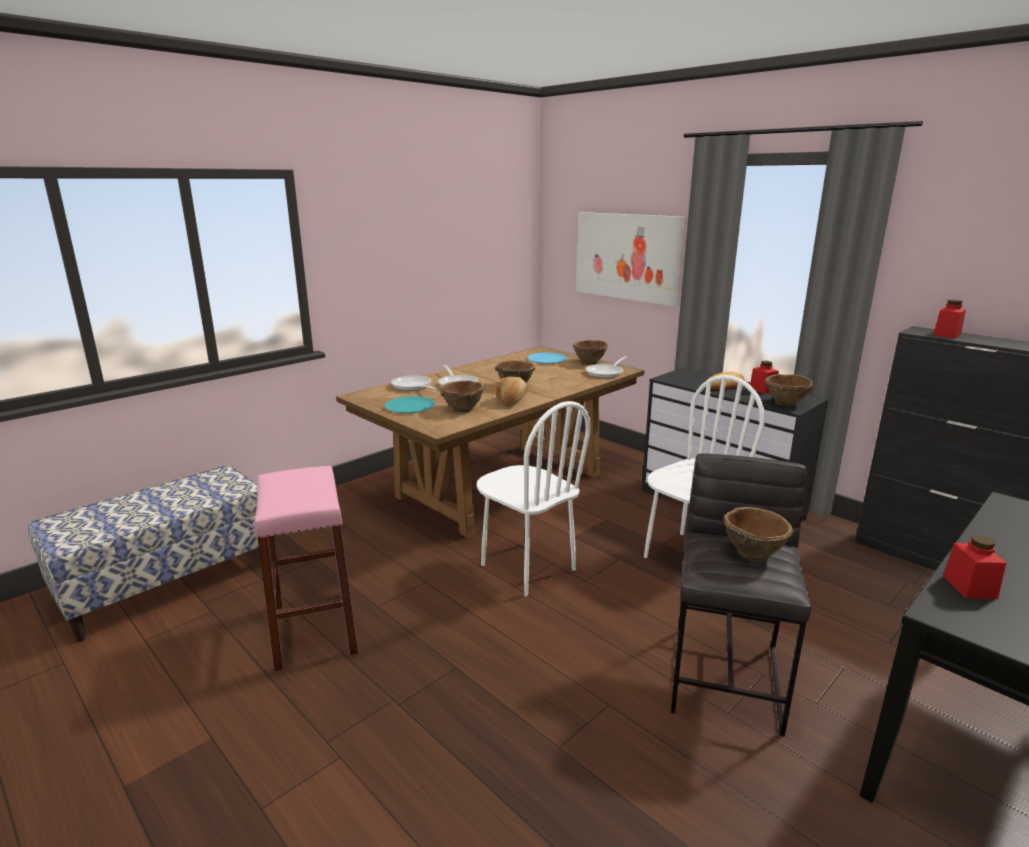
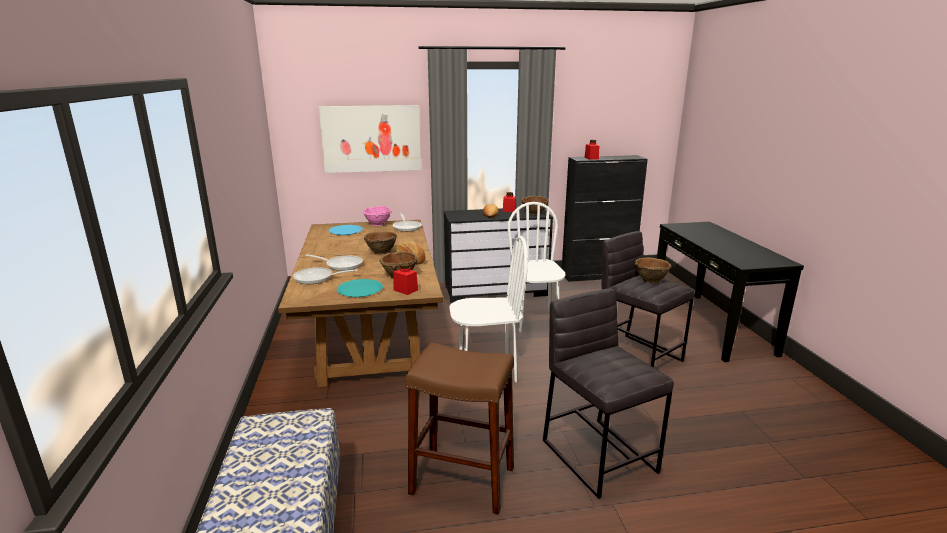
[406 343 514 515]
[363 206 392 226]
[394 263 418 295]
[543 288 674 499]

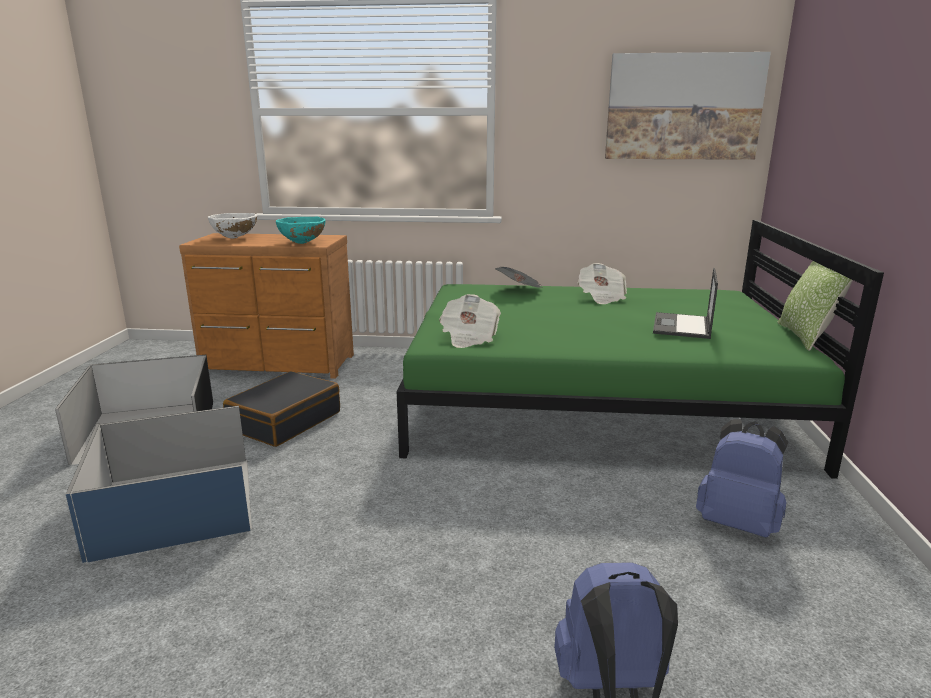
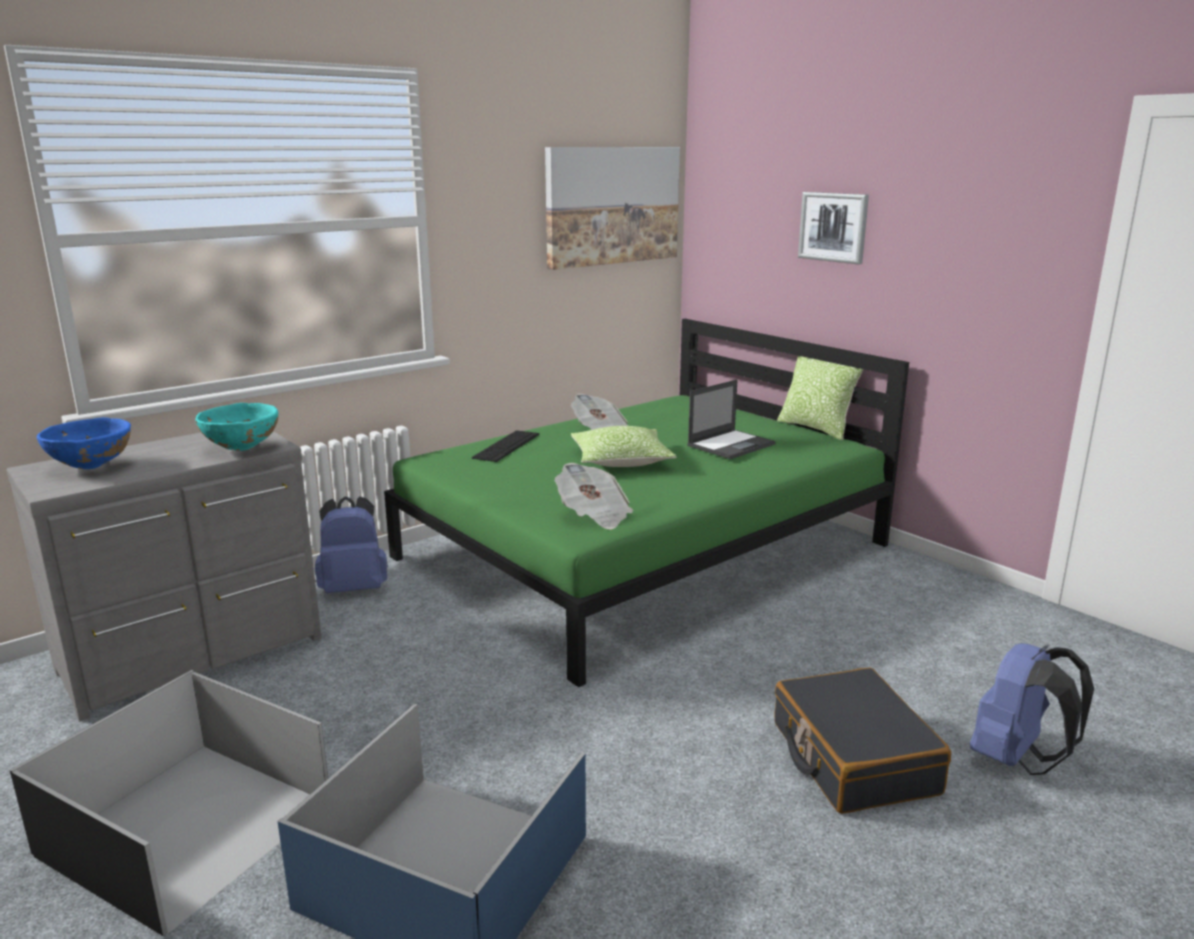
[7 431 322 721]
[37 417 131 469]
[775 668 951 814]
[472 430 539 462]
[687 380 776 459]
[315 496 388 593]
[571 426 676 467]
[798 192 869 265]

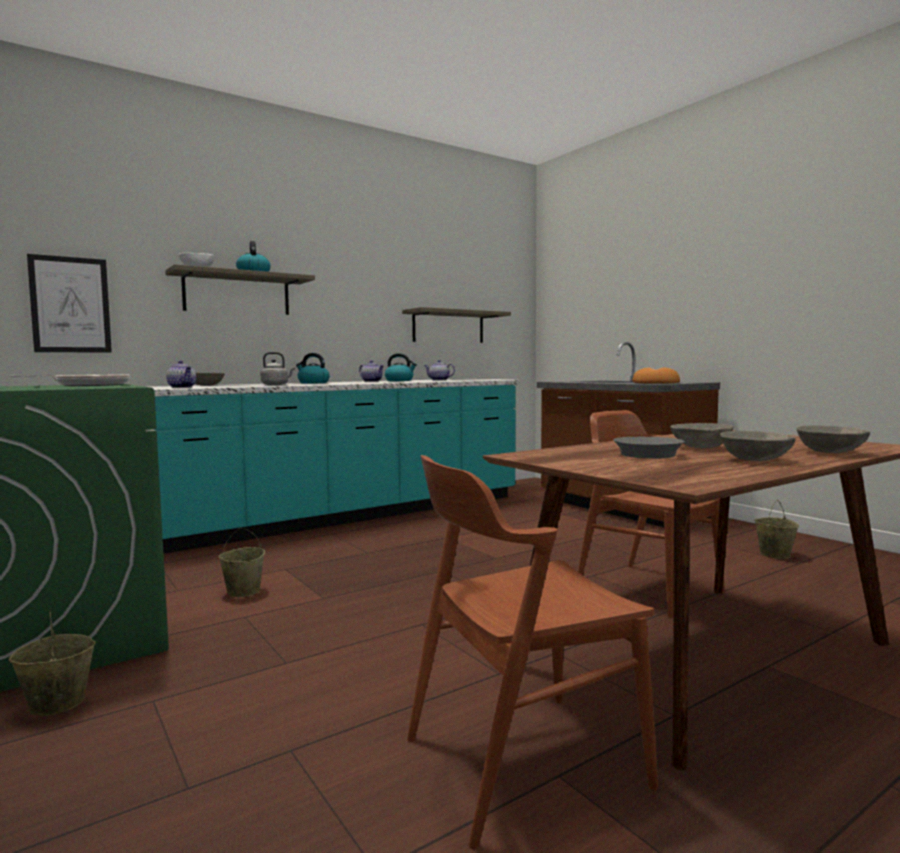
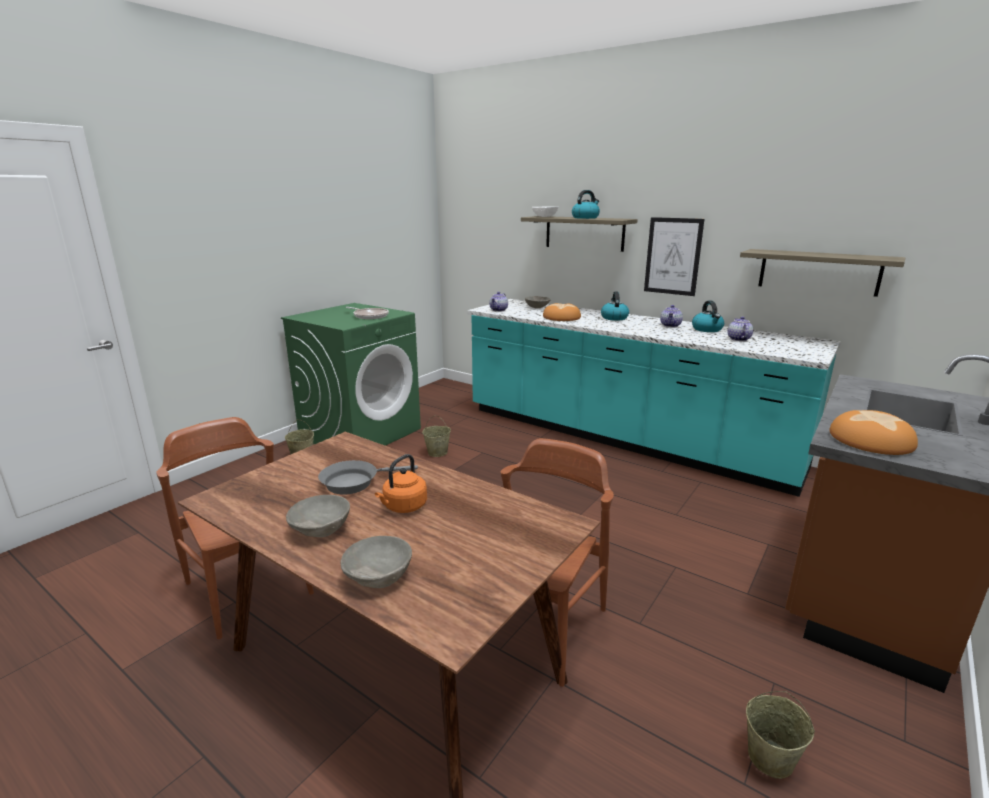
[644 217 704 296]
[543 303 581 321]
[375 454 427 513]

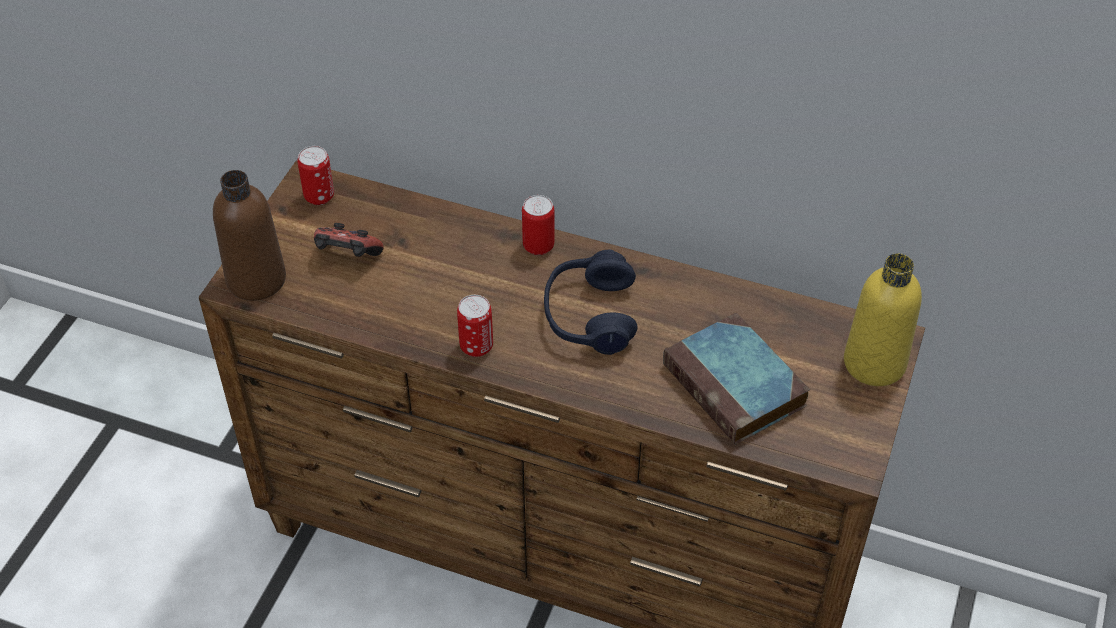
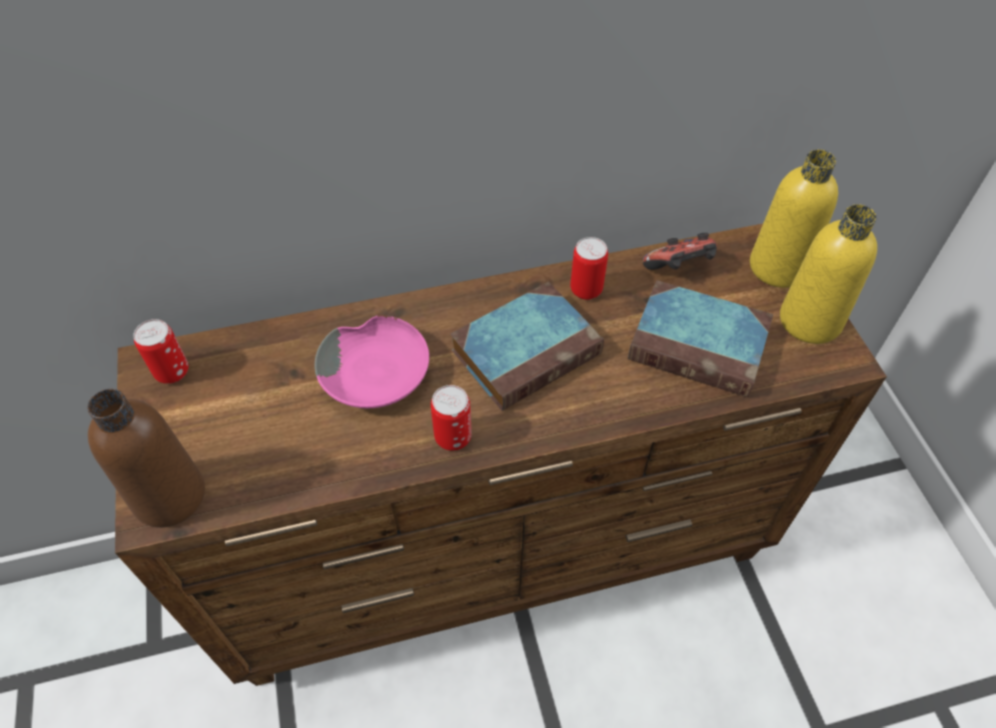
[643 233 717 270]
[570 237 608 300]
[450 282 604 411]
[314 315 429 408]
[780 204 877 344]

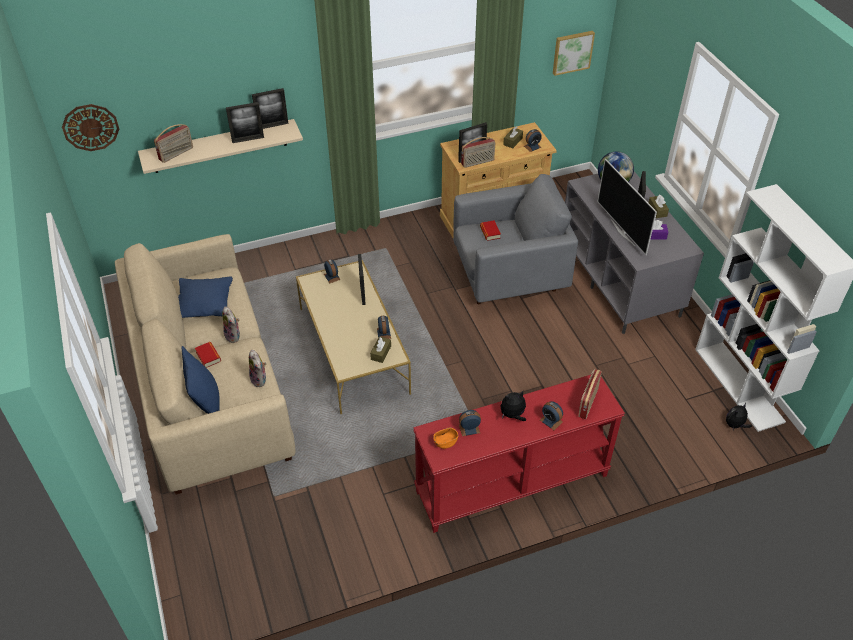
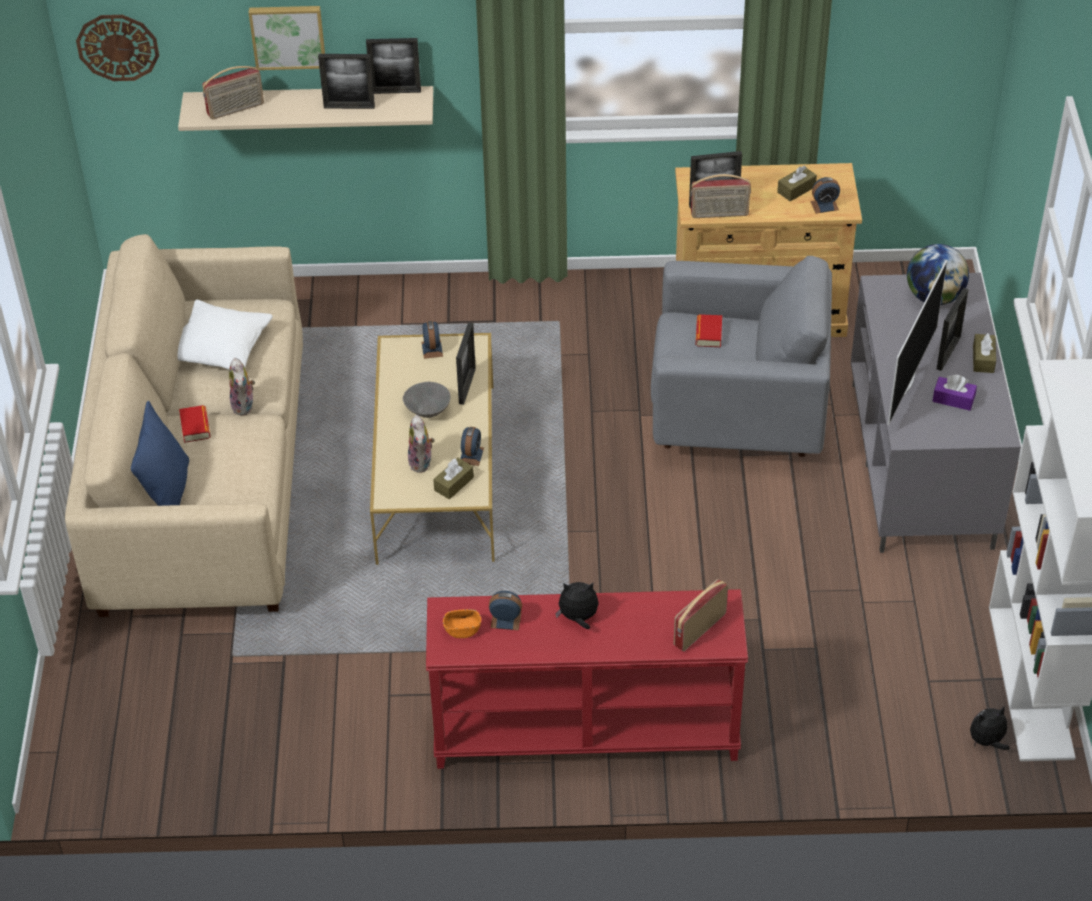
[178 300 273 370]
[408 415 435 473]
[540 401 563 430] (first image)
[249 6 325 70]
[888 260 947 425]
[403 382 451 418]

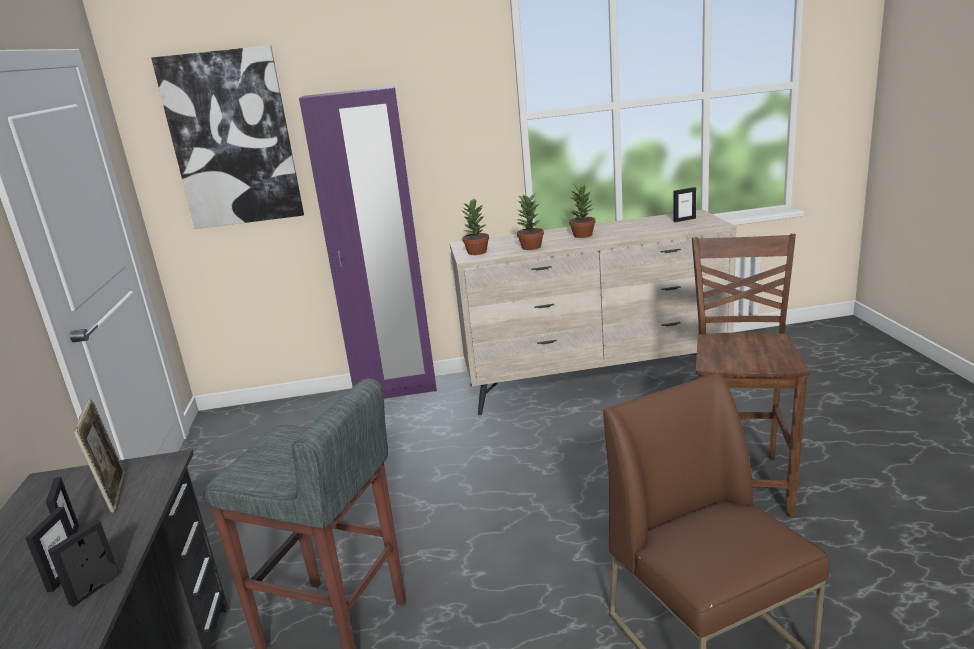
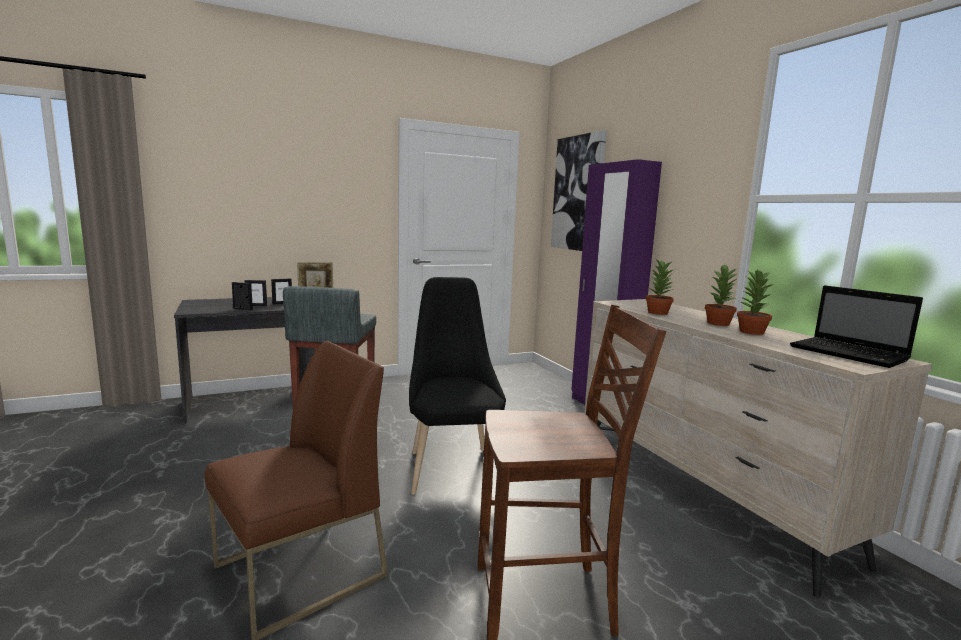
[737 269 774 335]
[790 285 923 368]
[409 277 506 495]

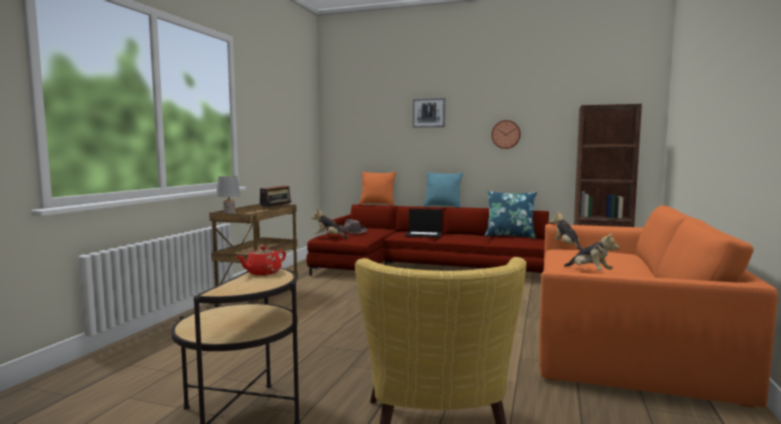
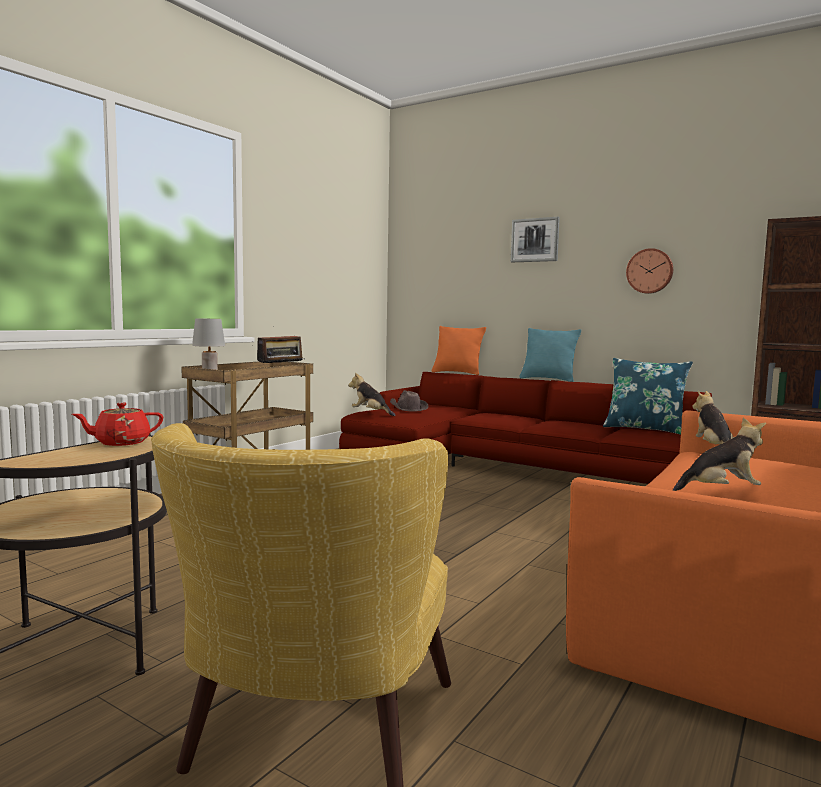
[405 209 442 238] (first image)
[673 418 766 491]

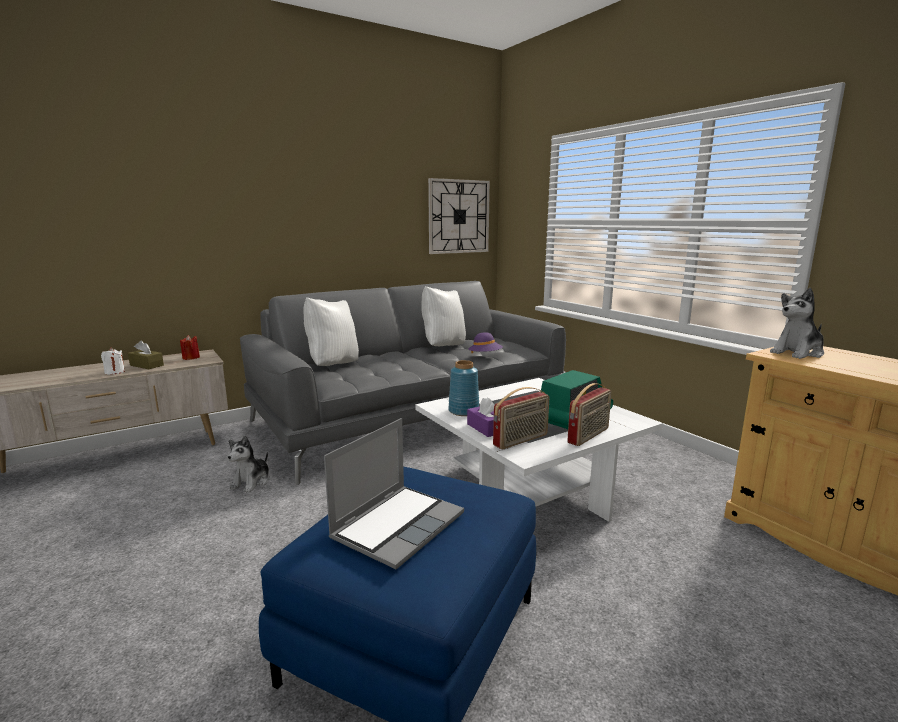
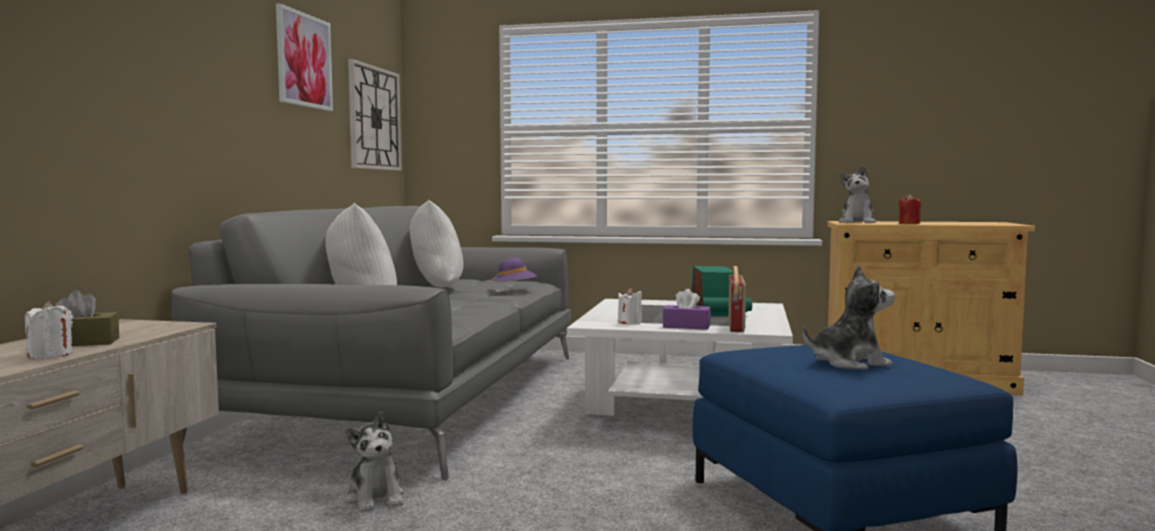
[899 194 921 224]
[803 265 895 370]
[618 288 642 324]
[567 383 612 446] (first image)
[276 3 333 111]

